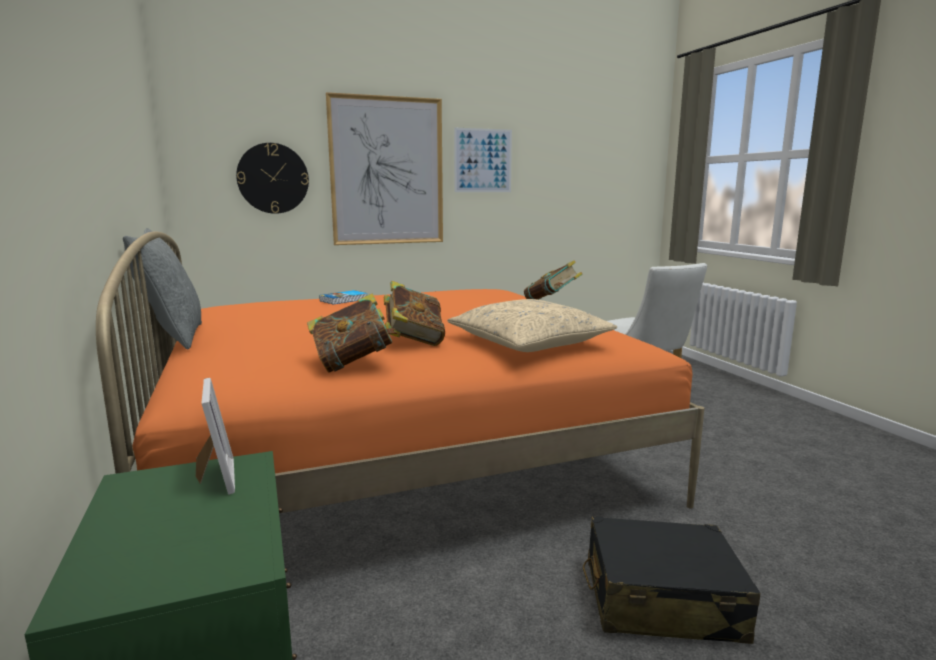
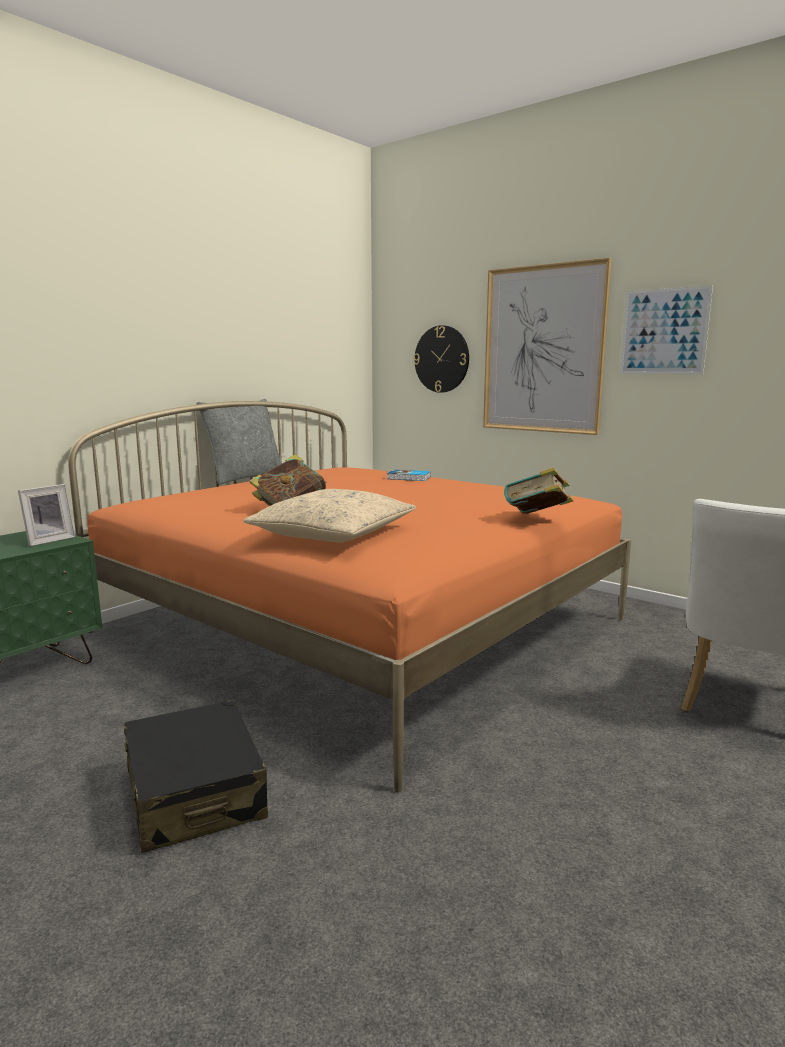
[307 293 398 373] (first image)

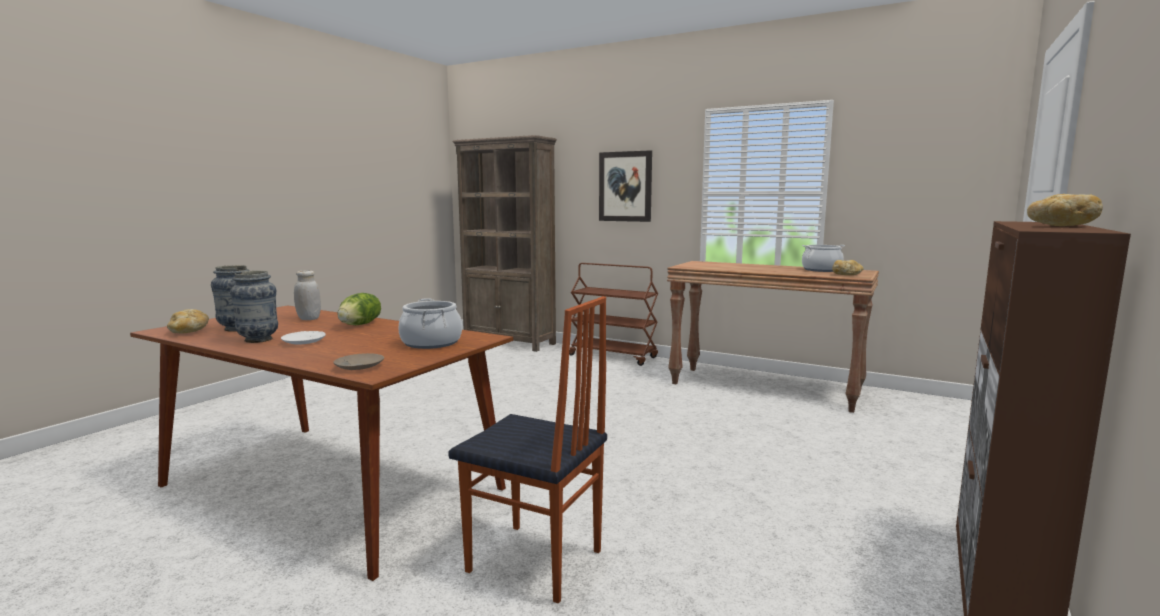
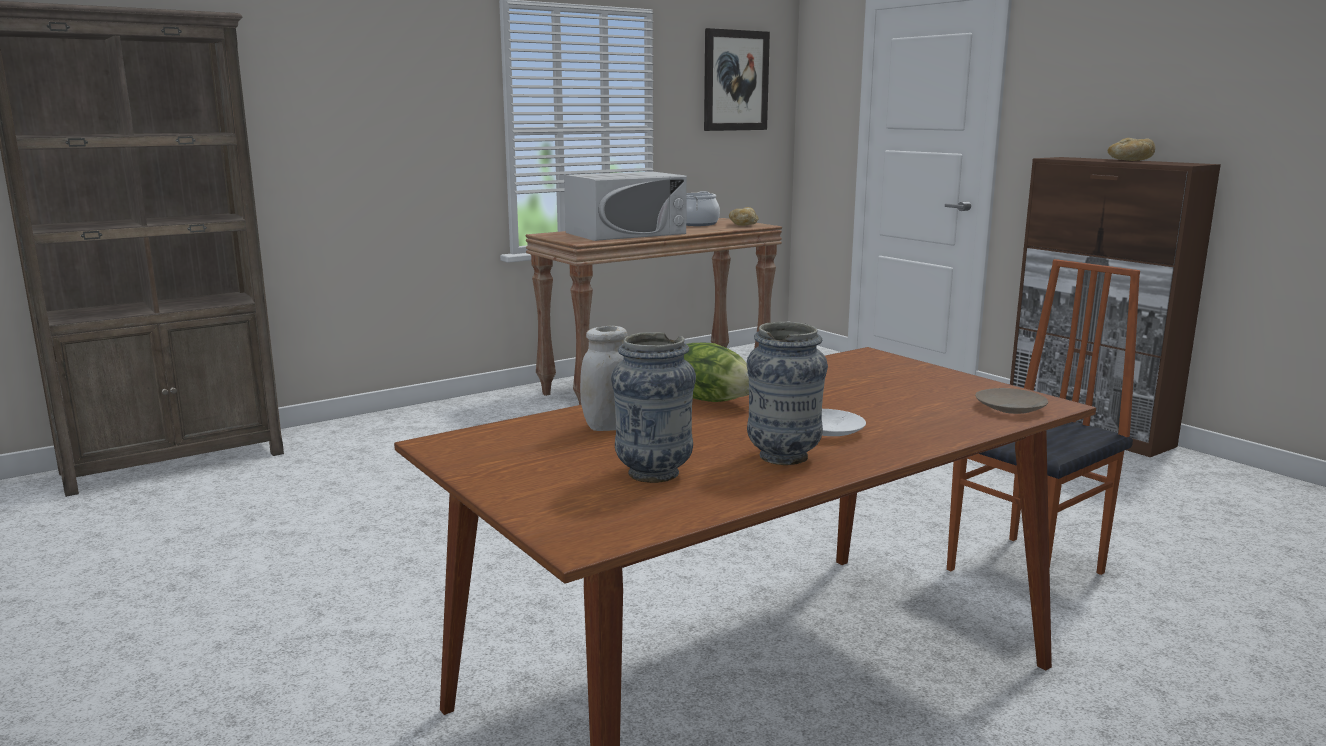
[167 309 209 333] (first image)
[398 298 462 349] (first image)
[569 263 658 366] (first image)
[704 28 770 131]
[564 172 687 241]

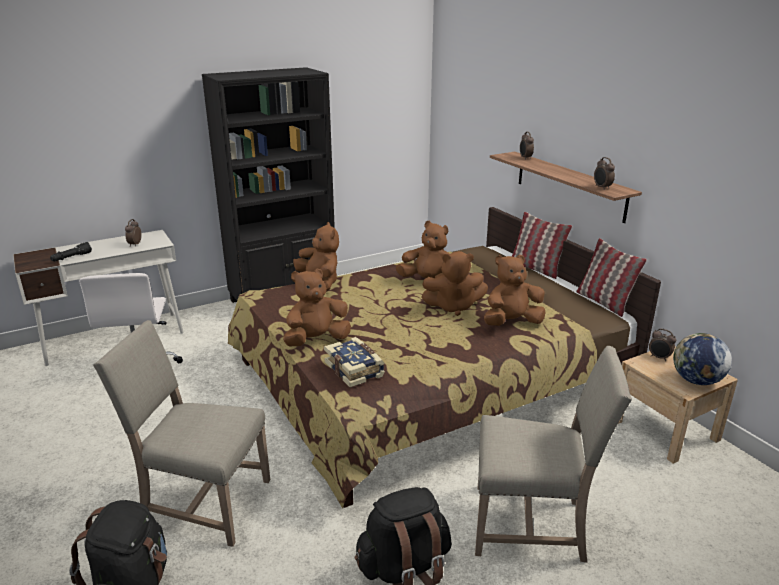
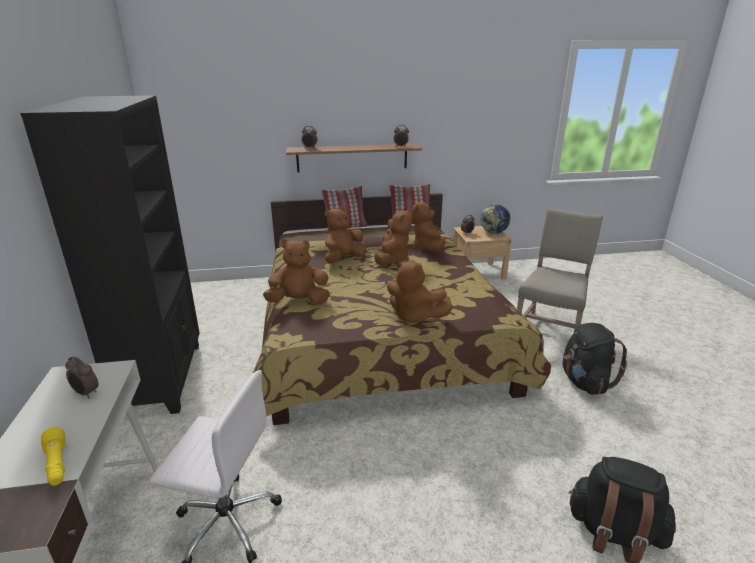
[41 427 66 486]
[93 320 270 547] (first image)
[387 261 453 326]
[324 337 385 387] (first image)

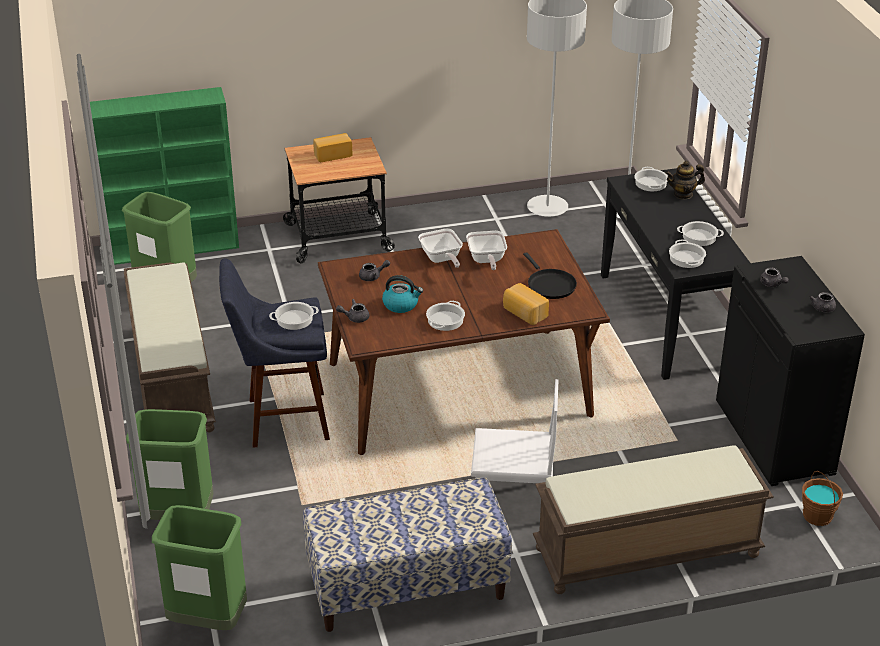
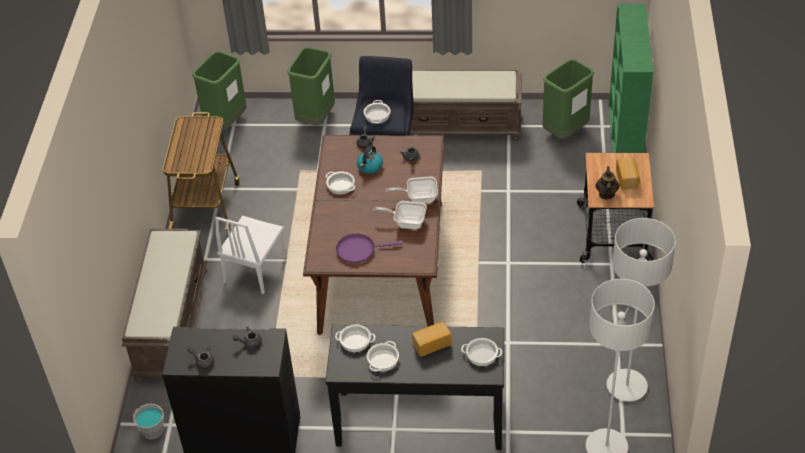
[163 112 239 231]
[412 322 452 357]
[336 234 403 263]
[596 166 620 200]
[132 404 165 440]

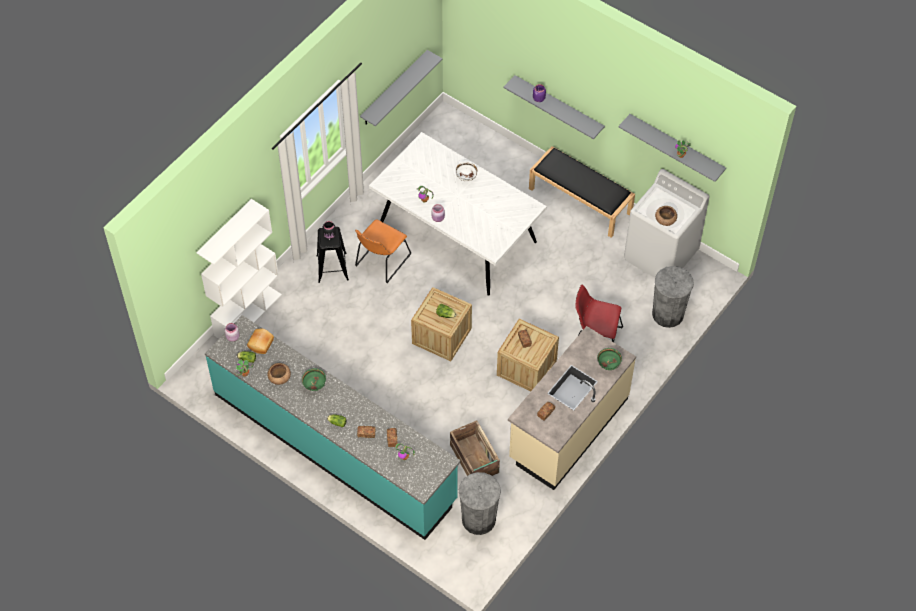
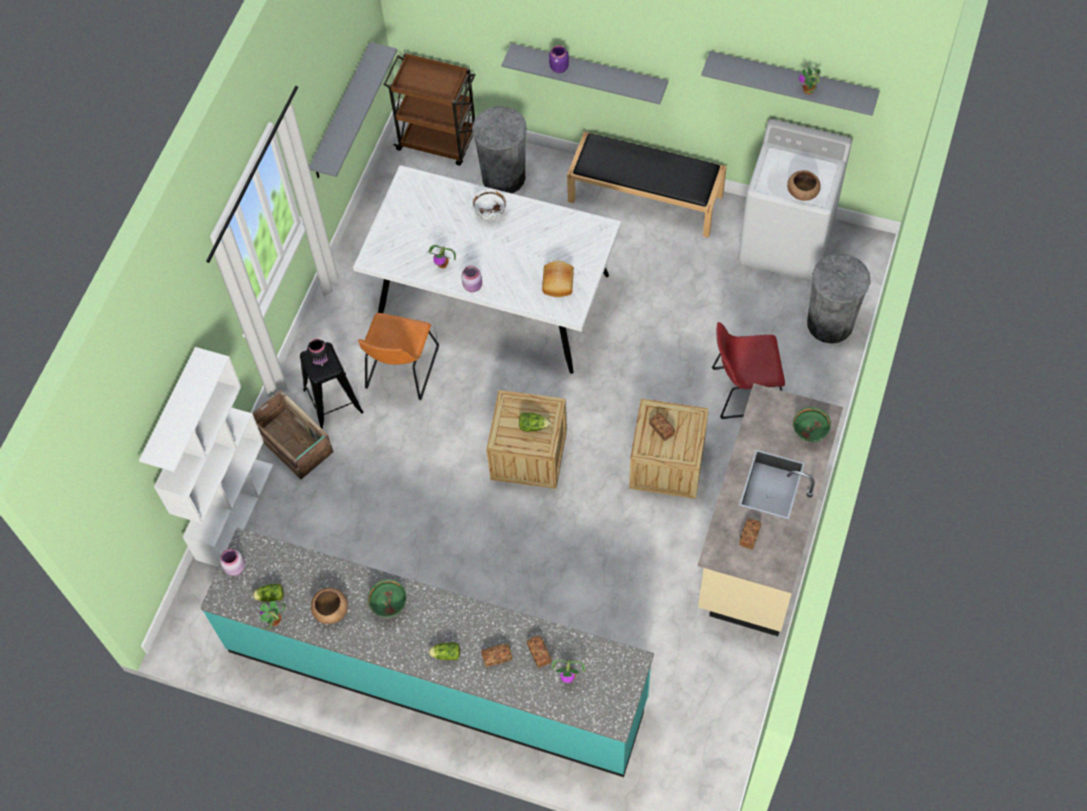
[542 261 574 297]
[252 390 334 479]
[472 106 527 193]
[383 52 475 166]

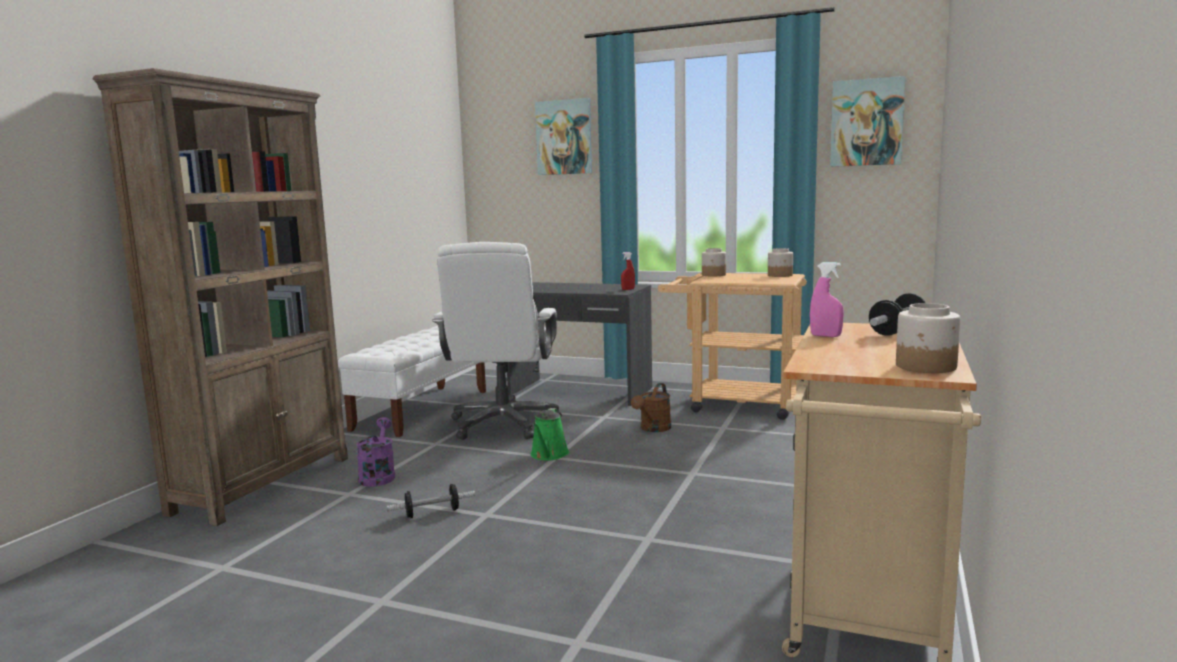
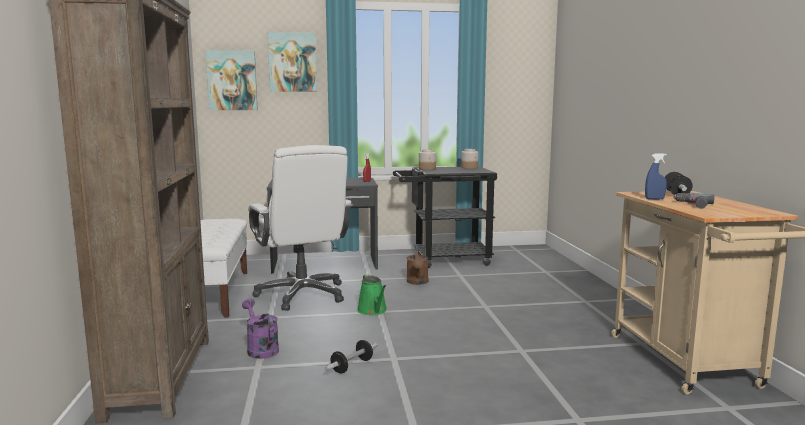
[393 166 497 268]
[645 153 667 199]
[206 50 258 110]
[896 303 960 373] (first image)
[674 193 715 209]

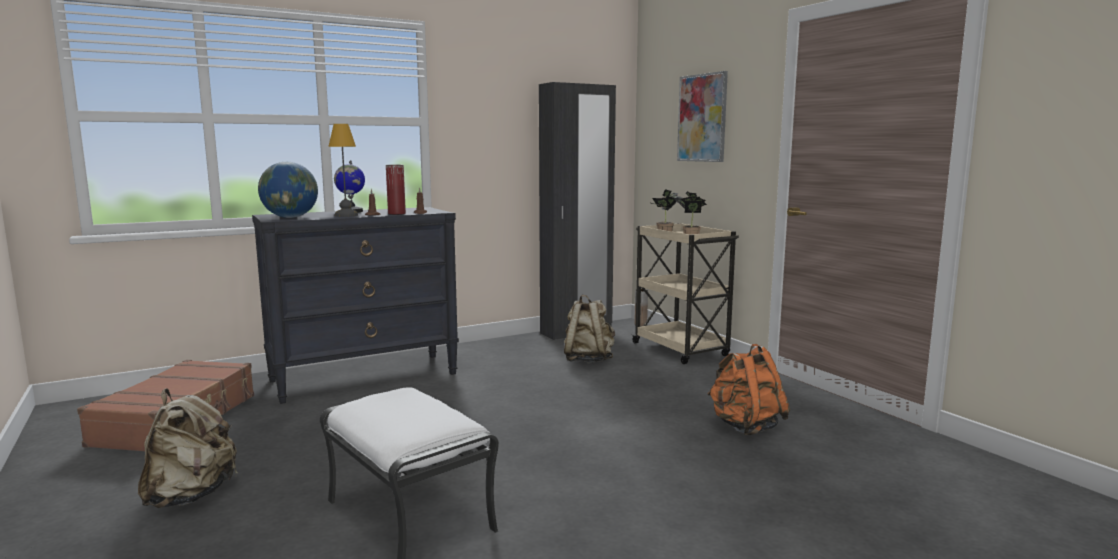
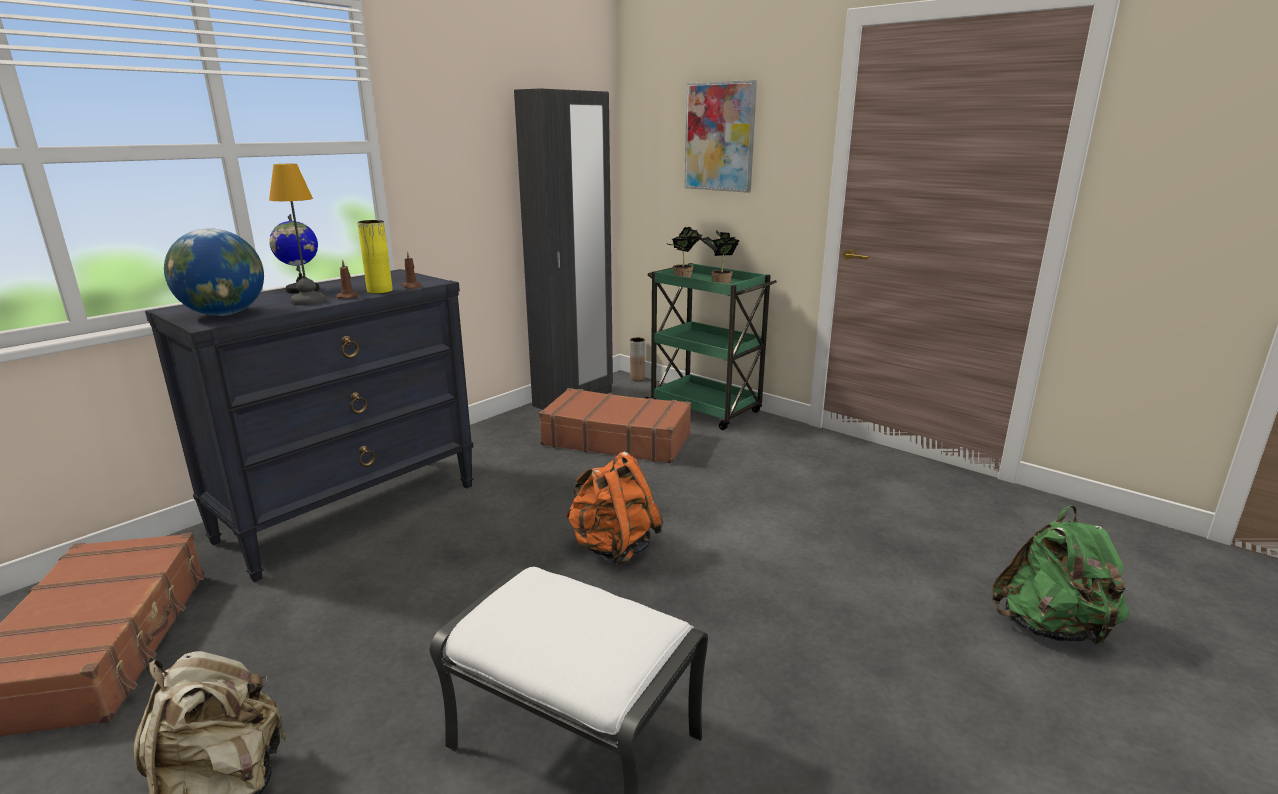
[357 220 393 294]
[539 388 691 464]
[644 263 777 430]
[565 452 663 566]
[992 505 1129 646]

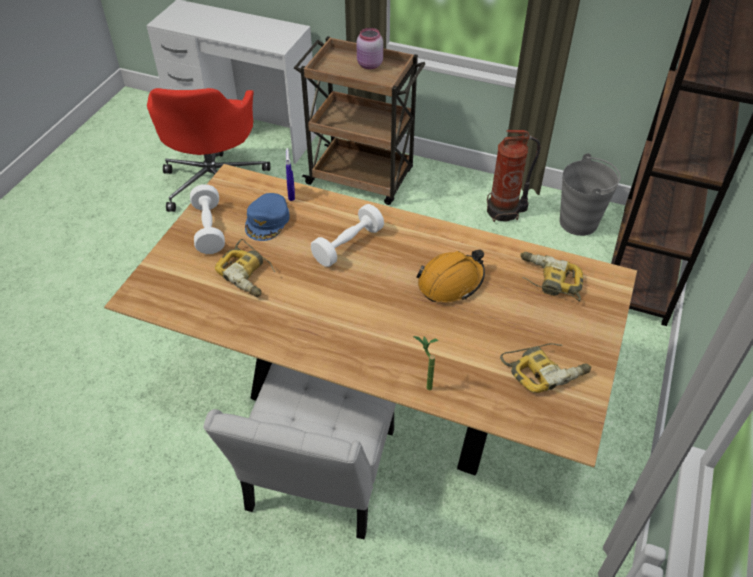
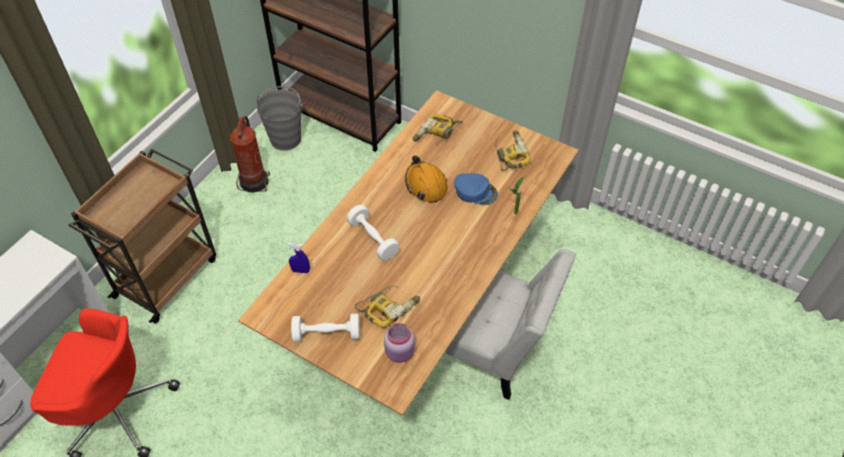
[454 173 498 205]
[384 323 415 363]

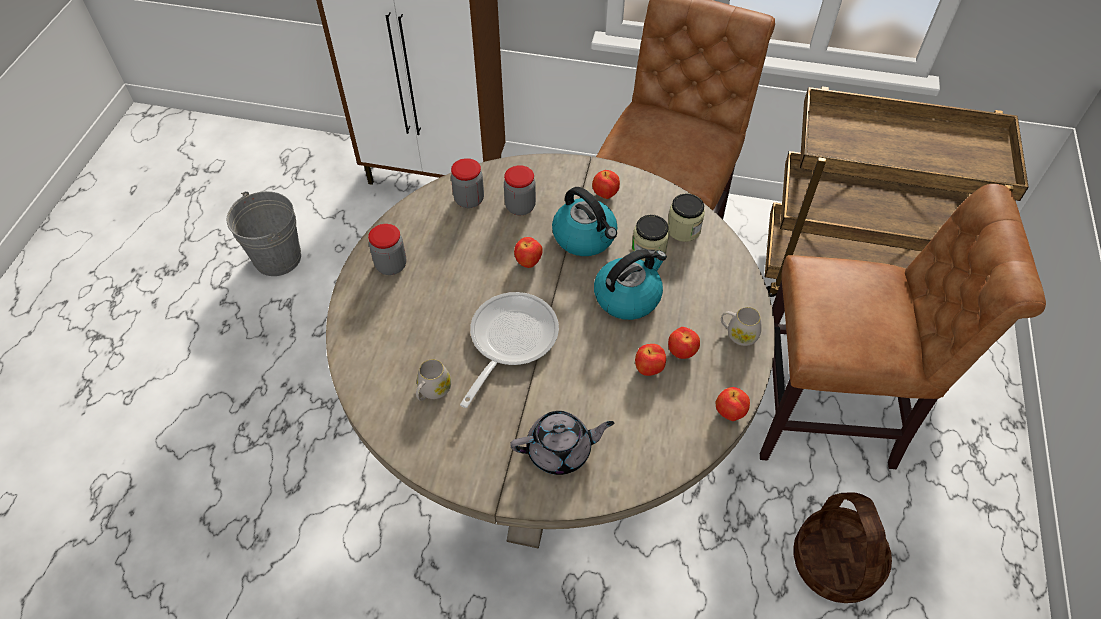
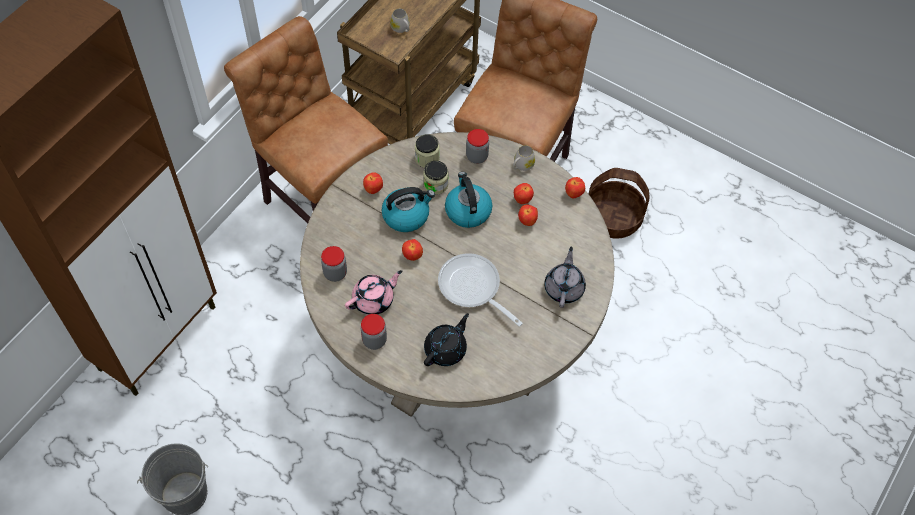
[390 8 410 33]
[466 129 489 164]
[345 270 402 315]
[424 313 469 366]

